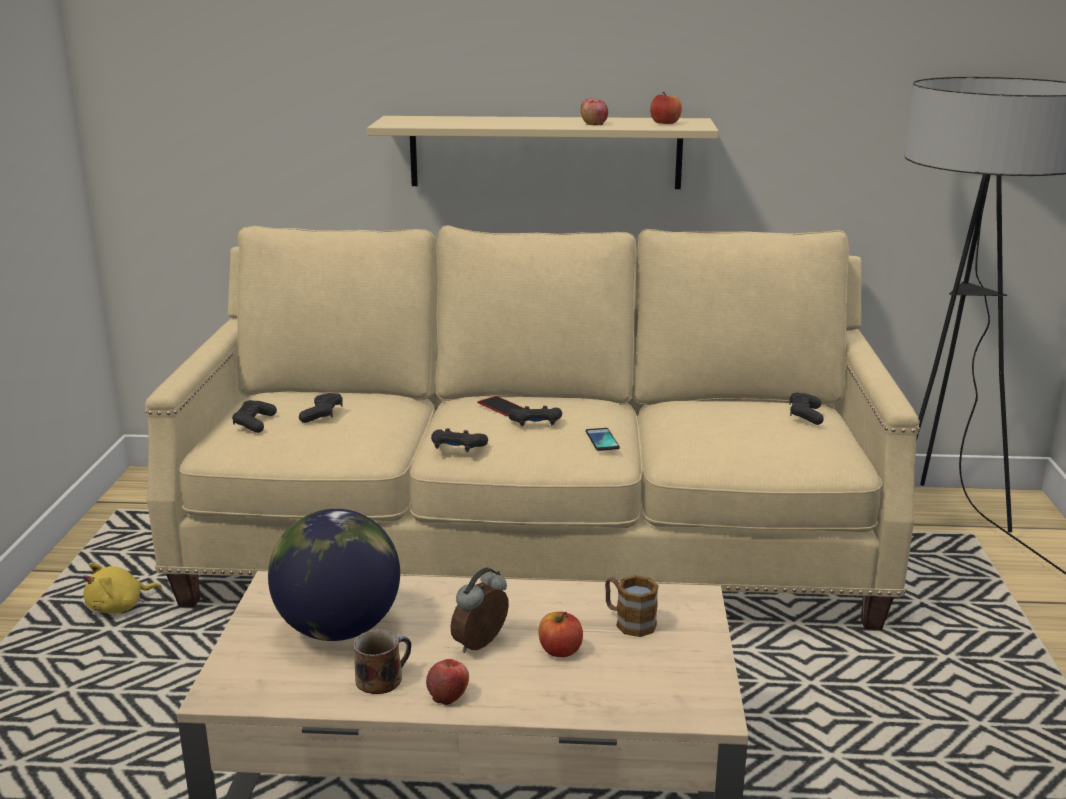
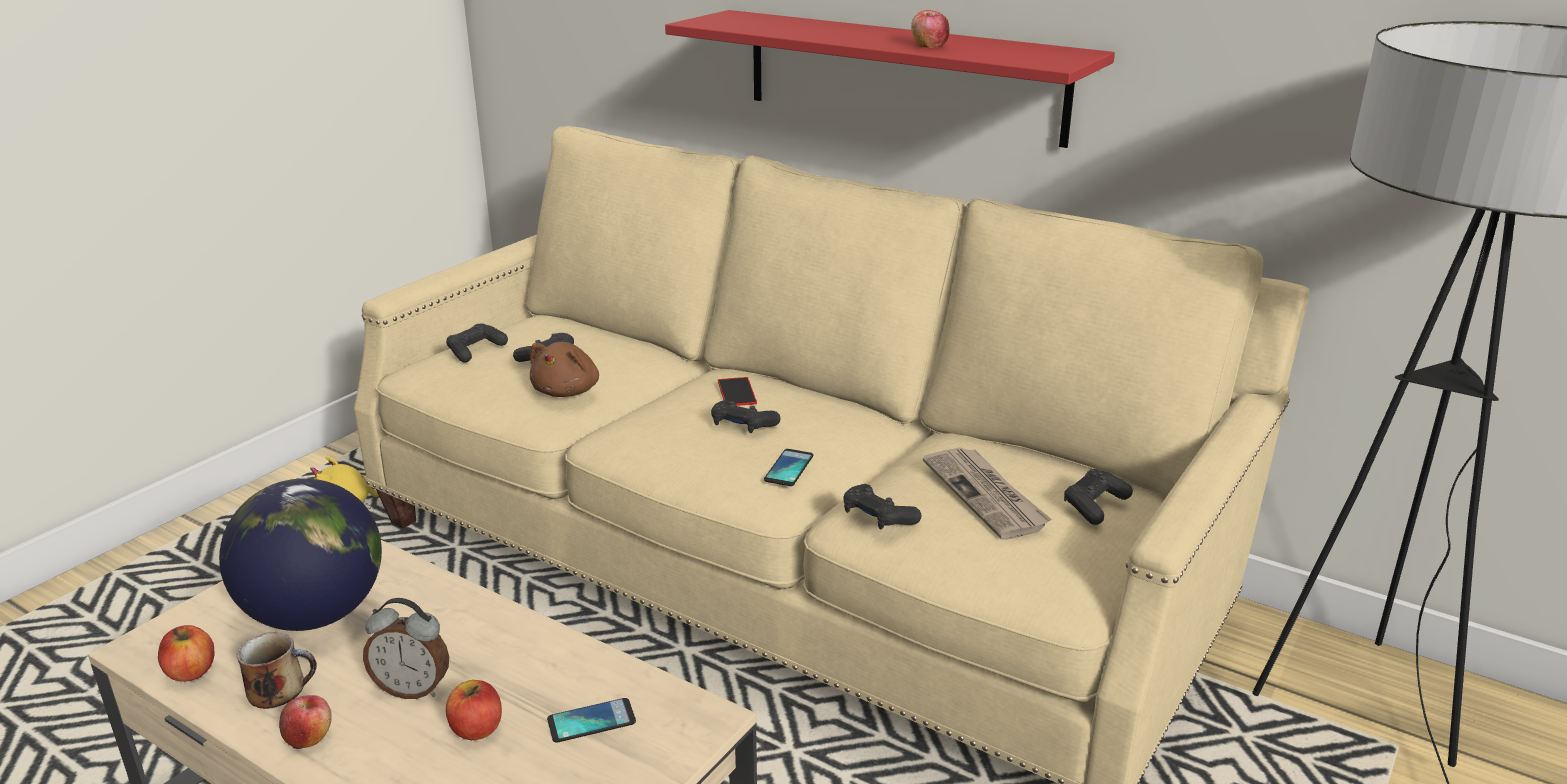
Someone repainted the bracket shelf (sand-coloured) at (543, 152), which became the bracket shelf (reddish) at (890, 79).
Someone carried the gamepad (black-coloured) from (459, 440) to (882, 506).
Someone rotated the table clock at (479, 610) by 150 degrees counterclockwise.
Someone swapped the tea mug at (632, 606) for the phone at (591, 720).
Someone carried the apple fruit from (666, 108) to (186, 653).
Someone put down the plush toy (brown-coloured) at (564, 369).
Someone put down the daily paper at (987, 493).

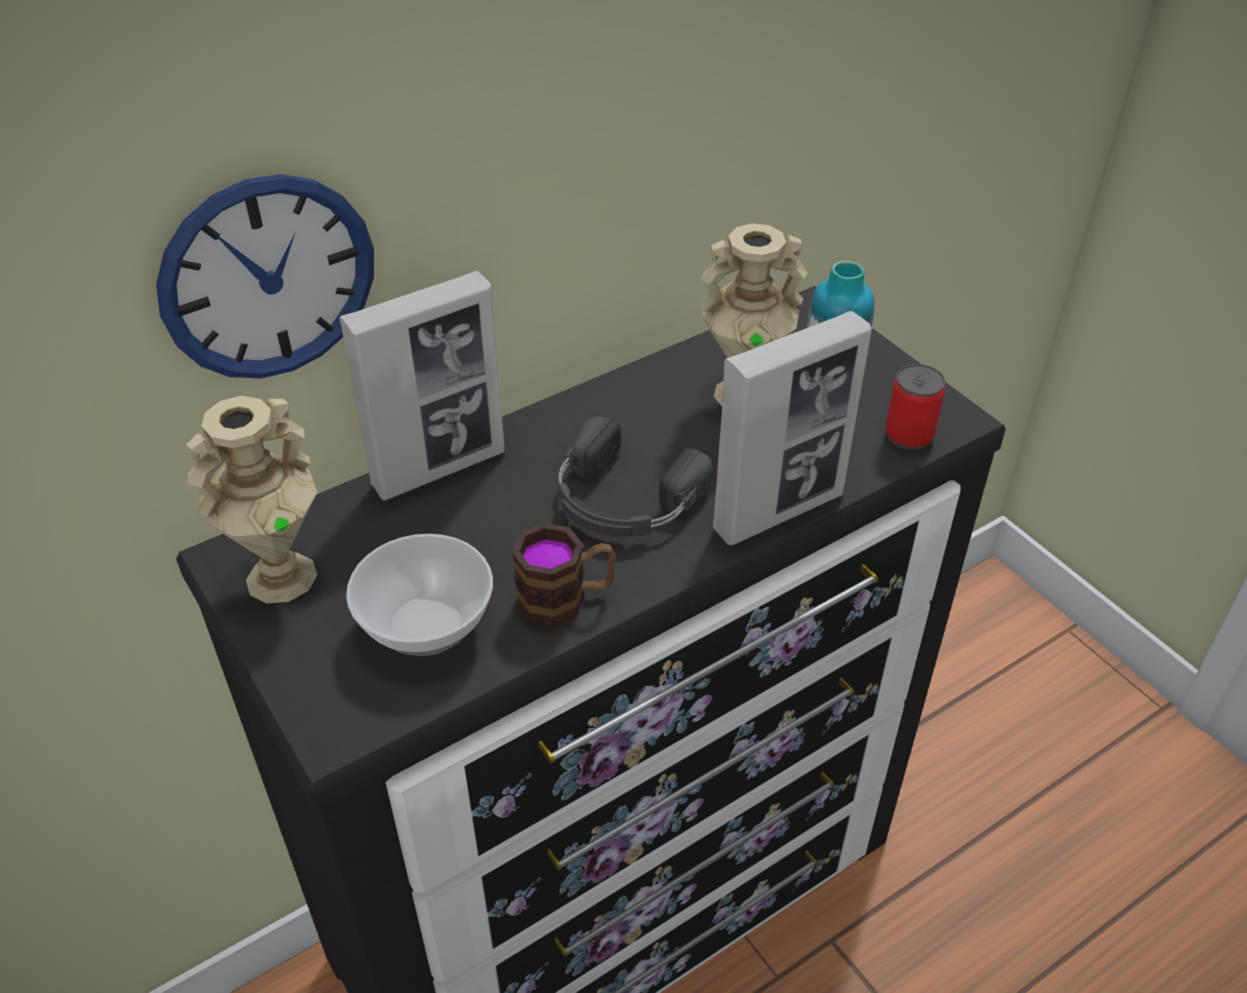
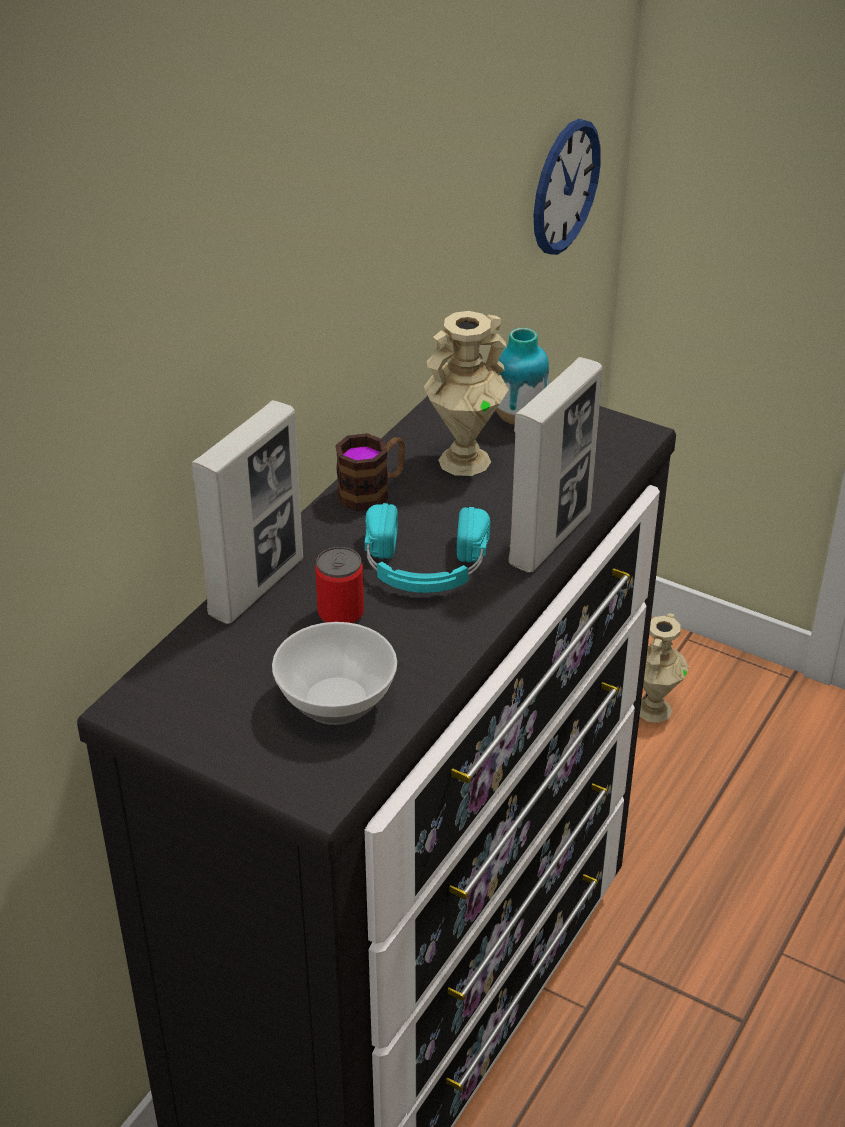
Someone carried the wall clock from (265, 276) to (567, 187).
Someone carried the flower vase (sand-coloured) from (251, 499) to (664, 668).
Someone carried the tea mug from (563, 575) to (370, 472).
Someone repainted the headset (black-coloured) at (635, 476), which became the headset (turquoise-coloured) at (427, 548).
Someone carried the metal can from (915, 407) to (339, 585).

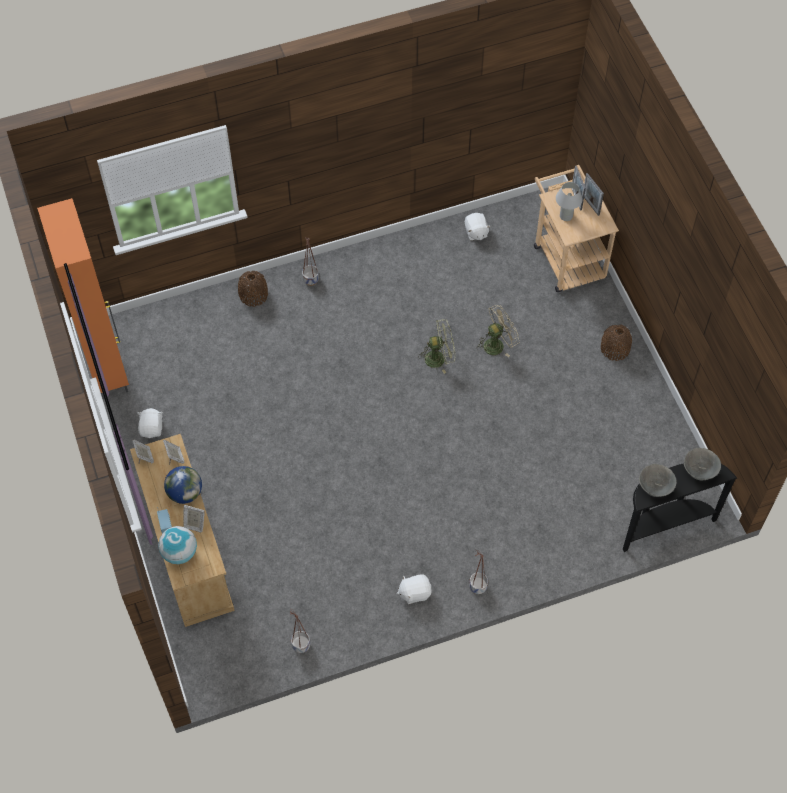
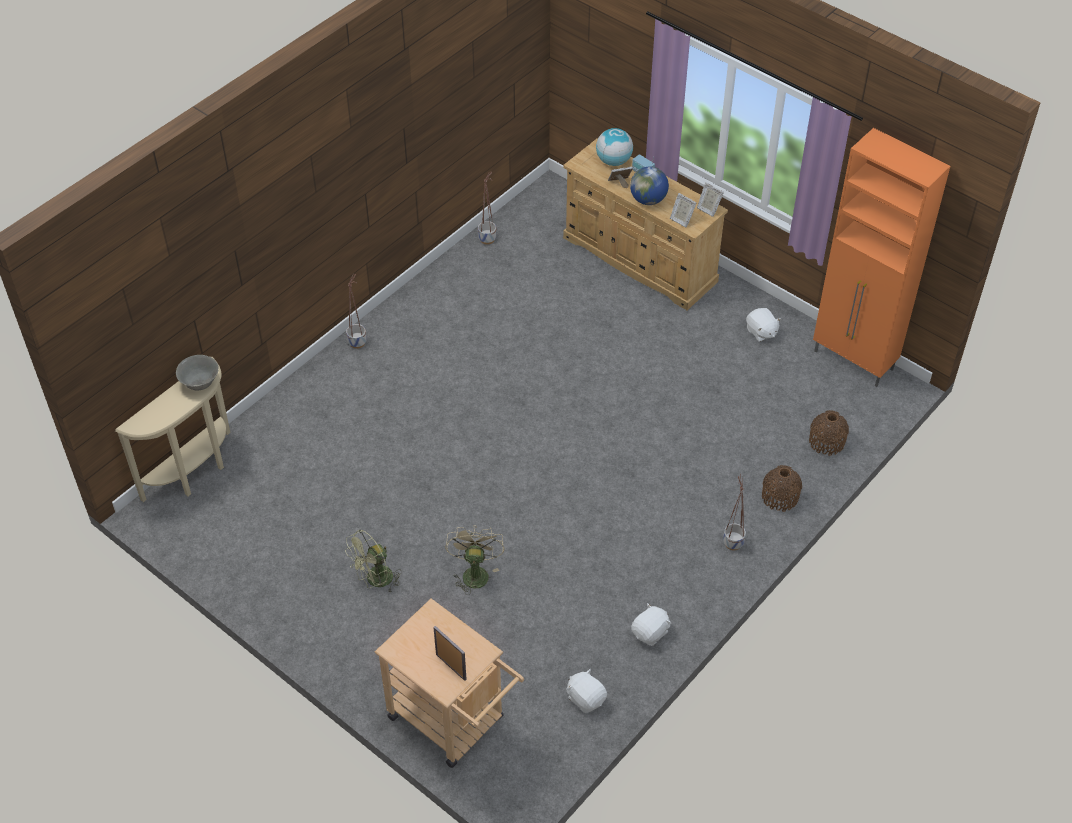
Someone carried the plush toy (white) from (414, 589) to (651, 624).
Someone carried the electric fan (green-coloured) from (436, 346) to (373, 561).
Someone rotated the electric fan (sand-coloured) at (499, 331) by 150 degrees clockwise.
Someone took away the table lamp (white) at (569, 201).
Someone took away the photo frame at (594, 194).
Someone carried the flower vase (brown-coloured) from (616, 343) to (829, 433).
Someone repainted the hall table (black-coloured) at (680, 507), which became the hall table (sand-coloured) at (173, 429).
Someone took away the deep dish (gray) at (702, 464).

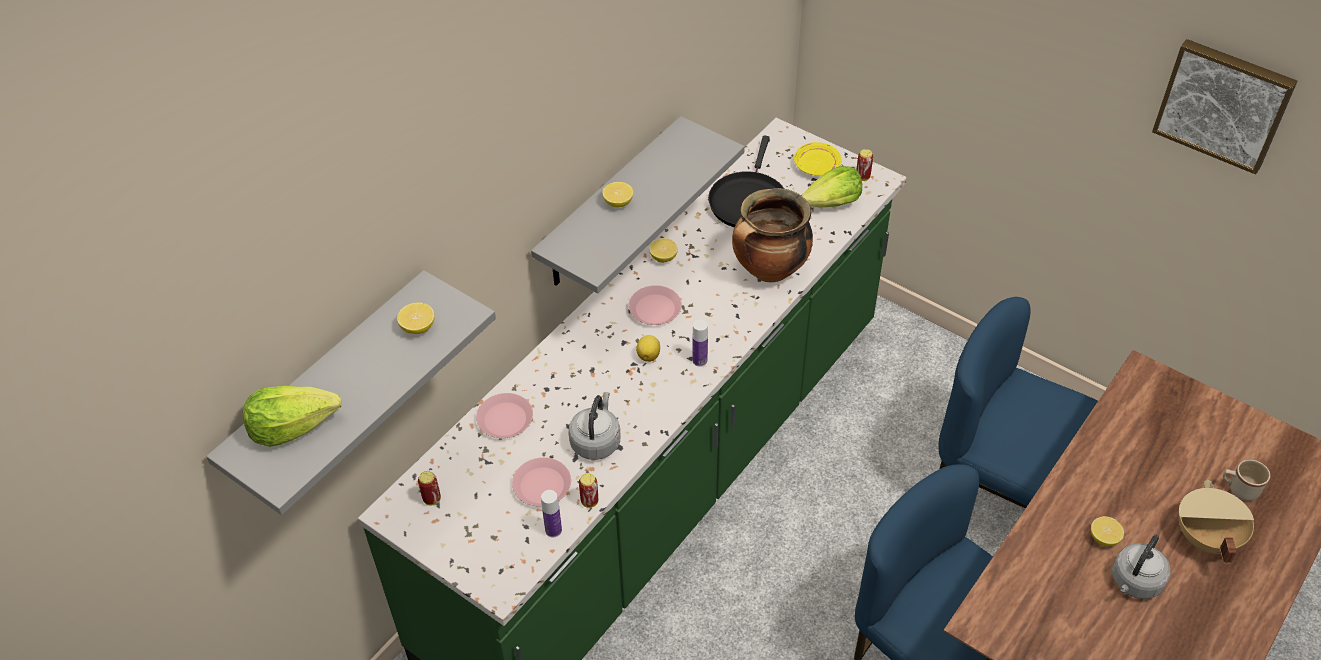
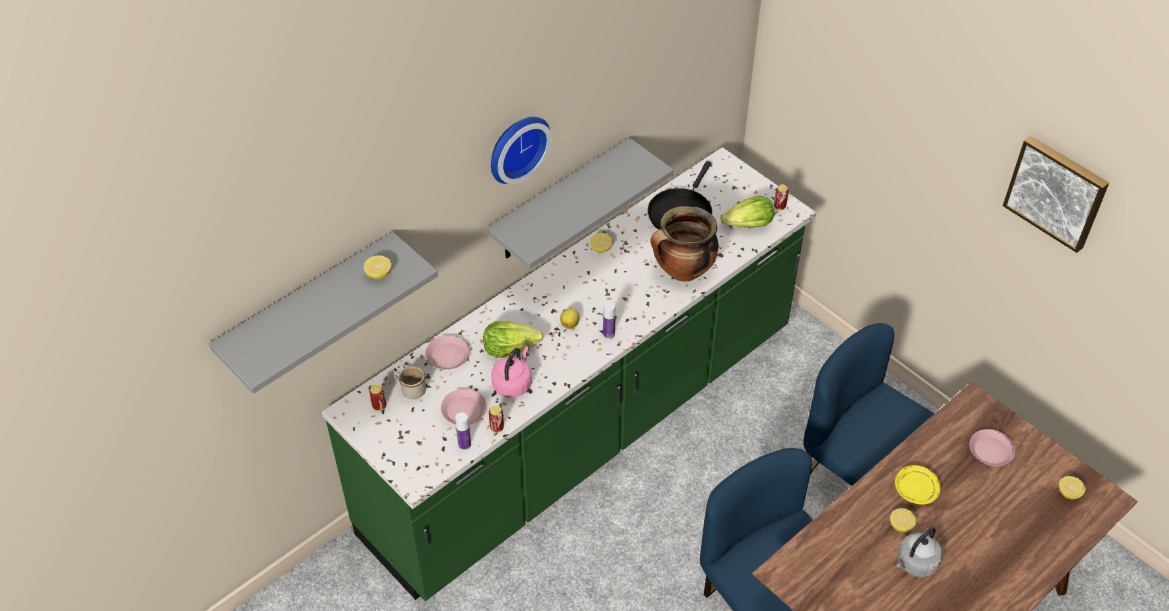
Someone carried the lettuce head from (292, 416) to (513, 339).
Someone repainted the kettle (gray) at (594, 426), which became the kettle (pink-coloured) at (511, 371).
Someone carried the whole lemon from (618, 195) to (1072, 487).
Someone carried the flat dish (pink-coloured) from (655, 305) to (992, 447).
Someone carried the flat dish (yellowish) from (818, 159) to (918, 485).
Someone took away the stockpot (sand-coloured) at (1216, 522).
Someone carried the tea mug (sand-coloured) from (1246, 480) to (410, 382).
Someone put up the wall clock at (521, 150).

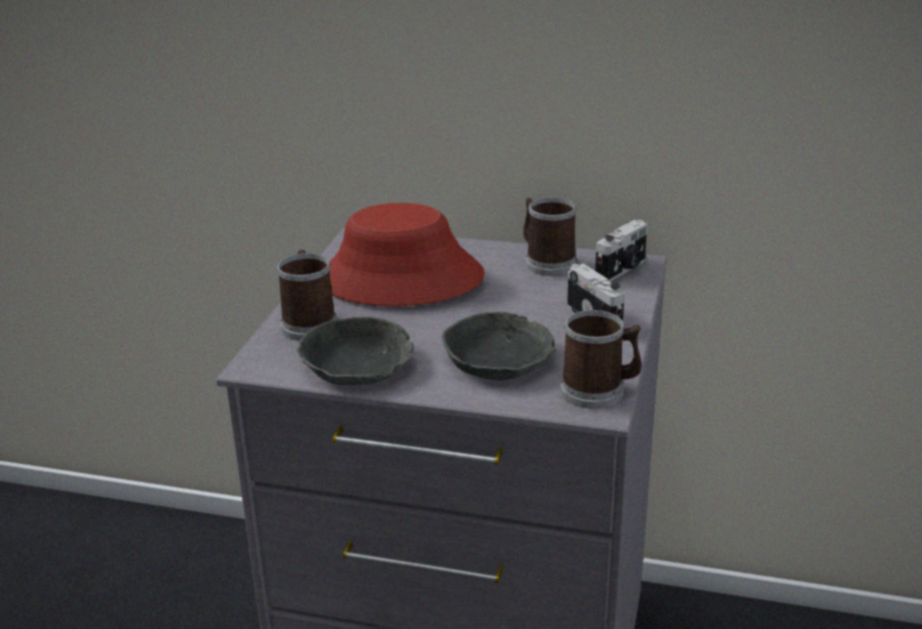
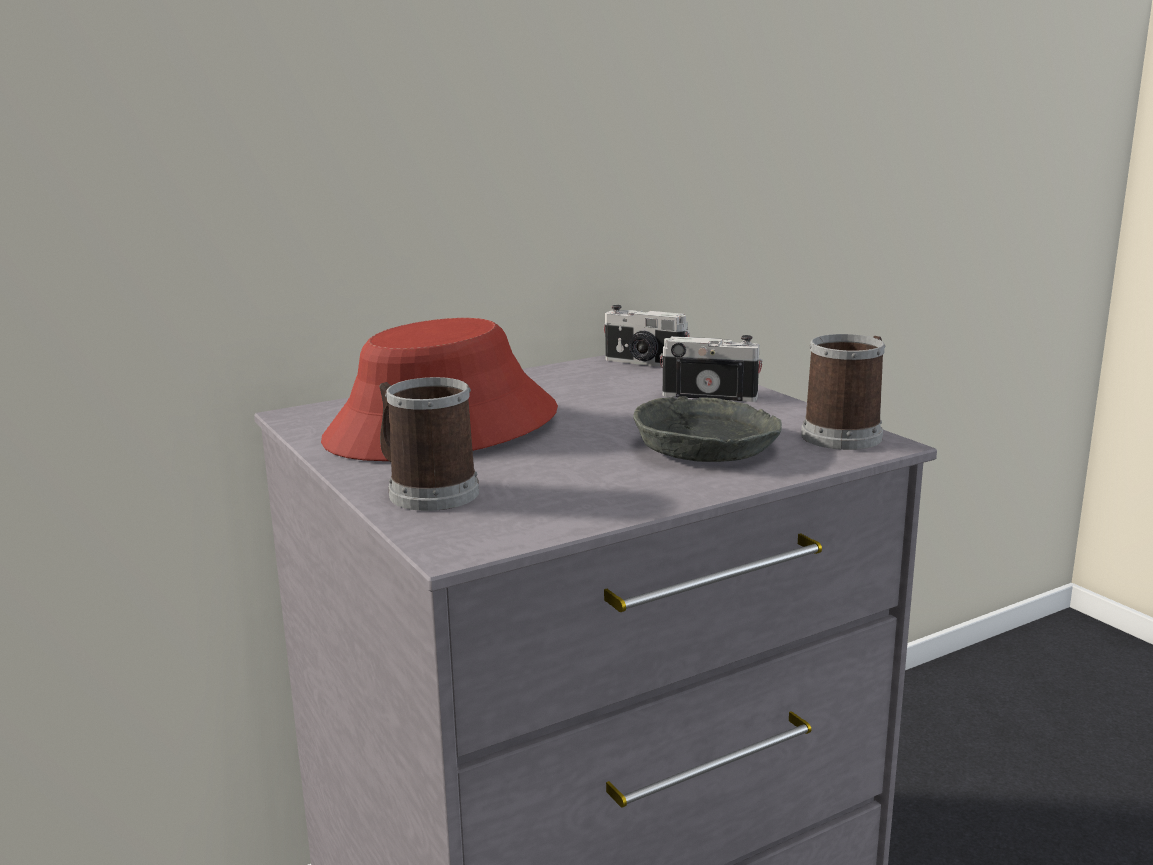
Someone took away the deep dish (gray) at (355, 351).
Someone took away the tea mug at (550, 236).
Someone rotated the still camera at (621, 251) by 120 degrees clockwise.

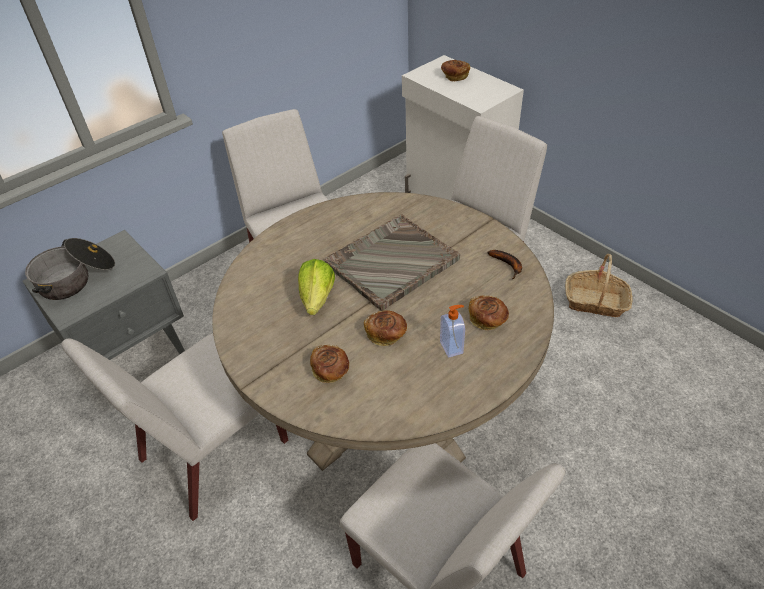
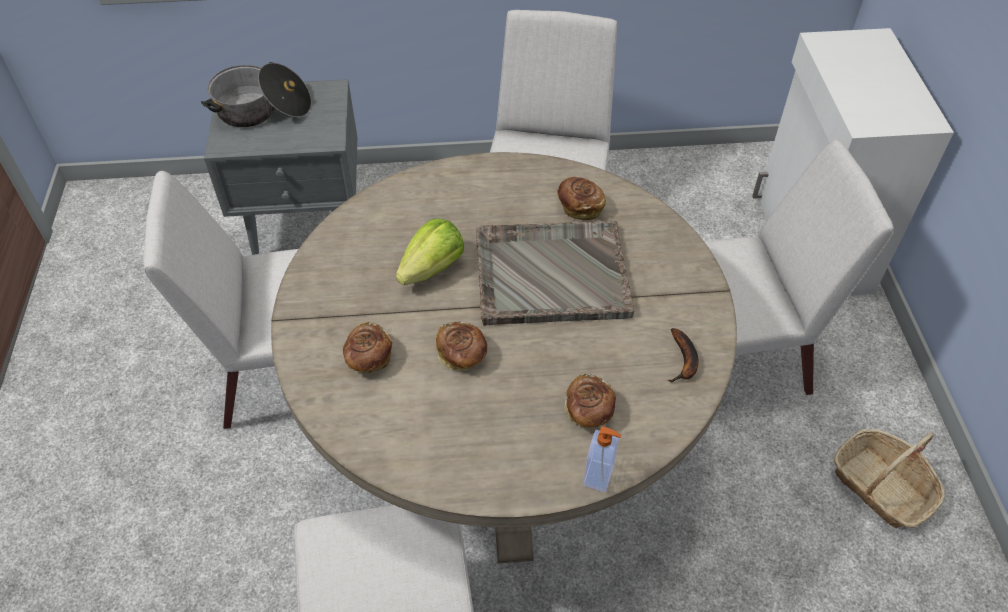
Someone carried the soap bottle from (452, 331) to (602, 459).
Someone carried the baked bread from (455, 70) to (581, 198).

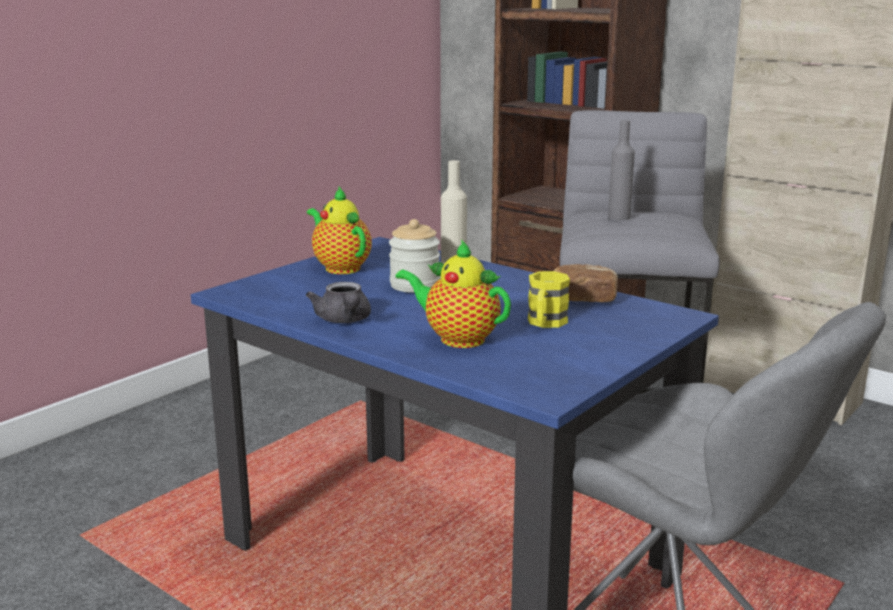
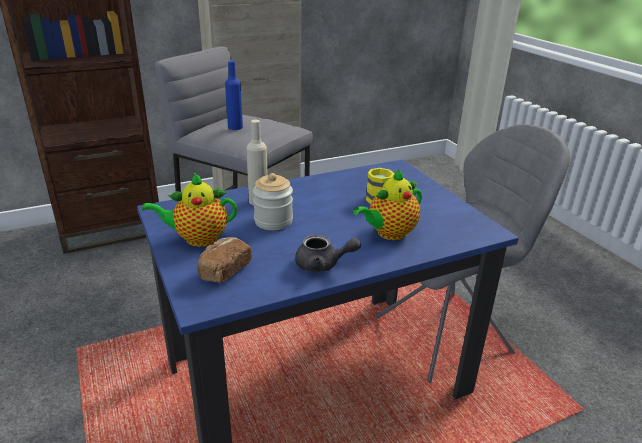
Someone carried the baked bread from (586, 283) to (224, 260).
Someone repainted the bottle (gray) at (621, 170), which became the bottle (blue-coloured) at (234, 95).

